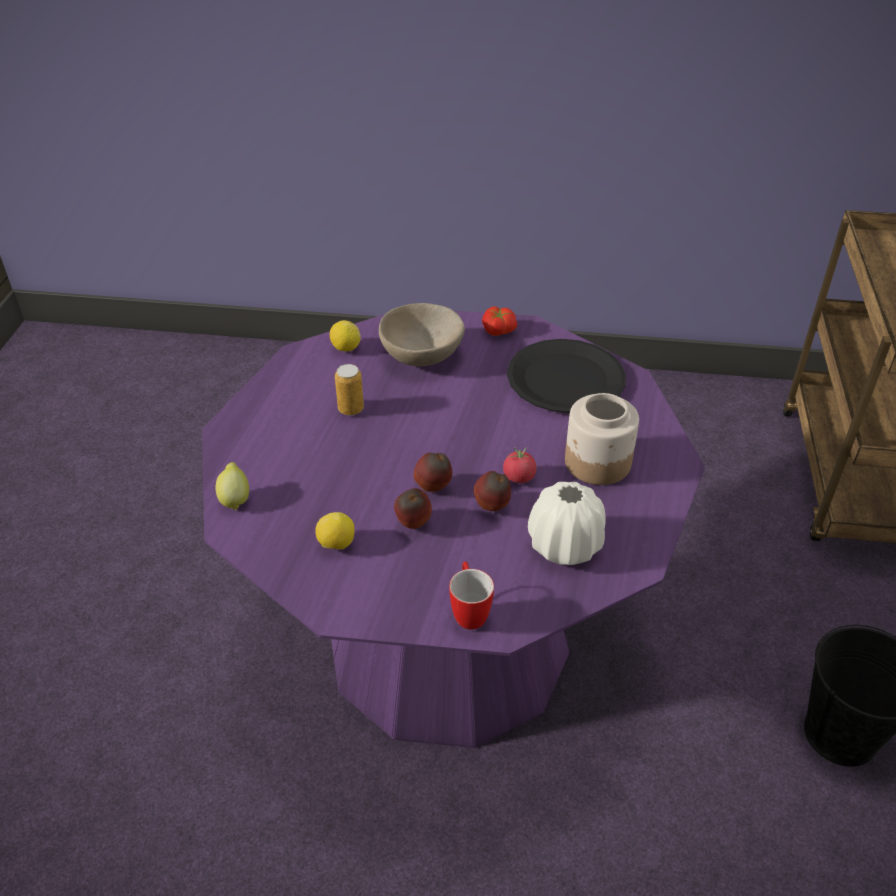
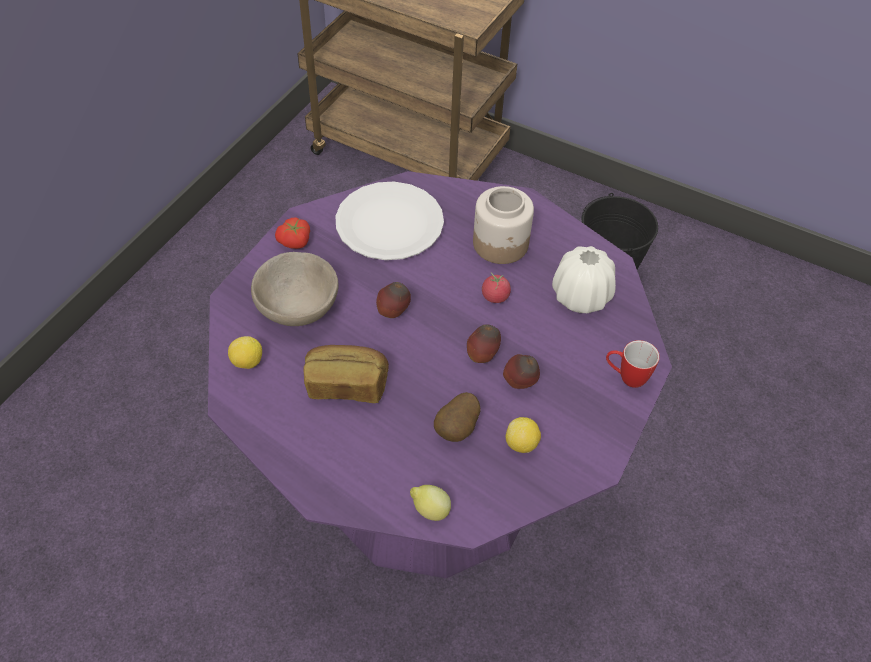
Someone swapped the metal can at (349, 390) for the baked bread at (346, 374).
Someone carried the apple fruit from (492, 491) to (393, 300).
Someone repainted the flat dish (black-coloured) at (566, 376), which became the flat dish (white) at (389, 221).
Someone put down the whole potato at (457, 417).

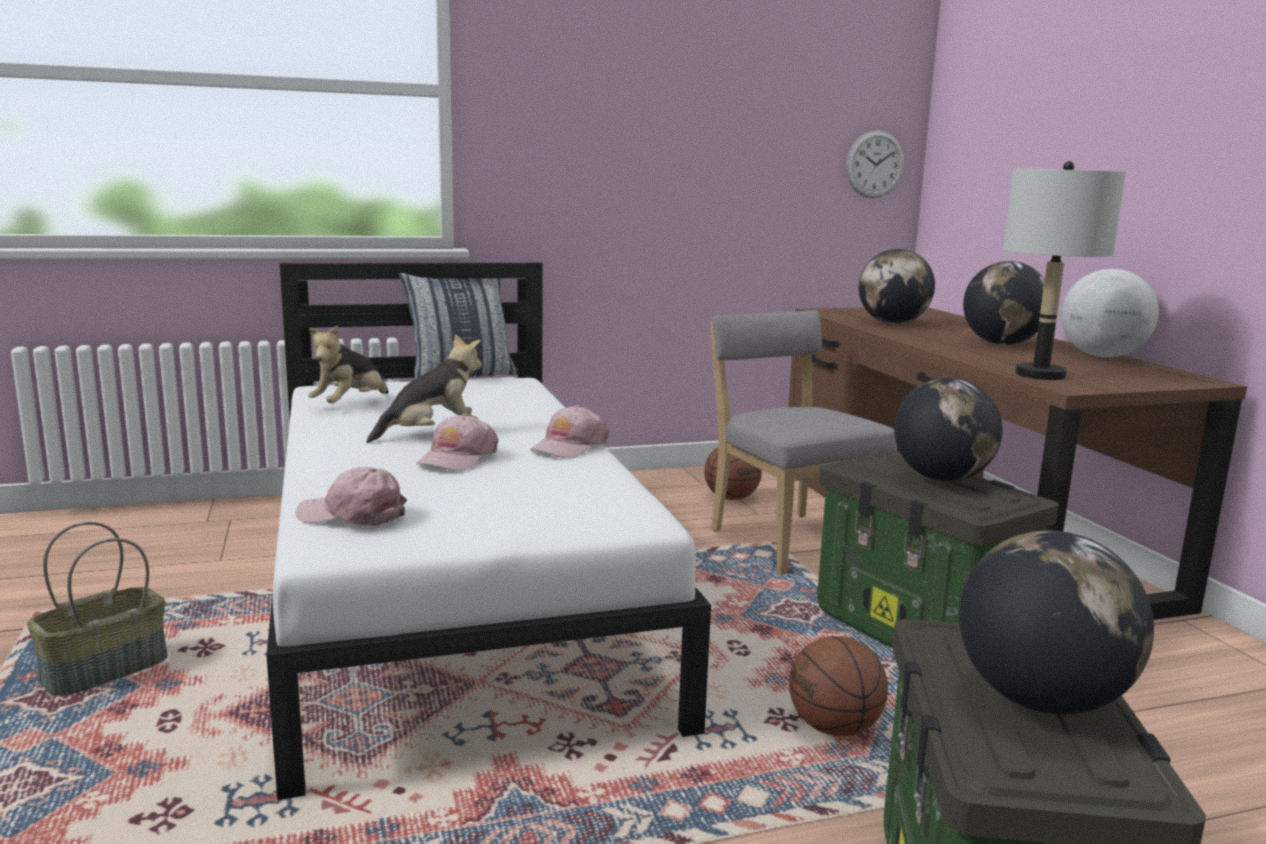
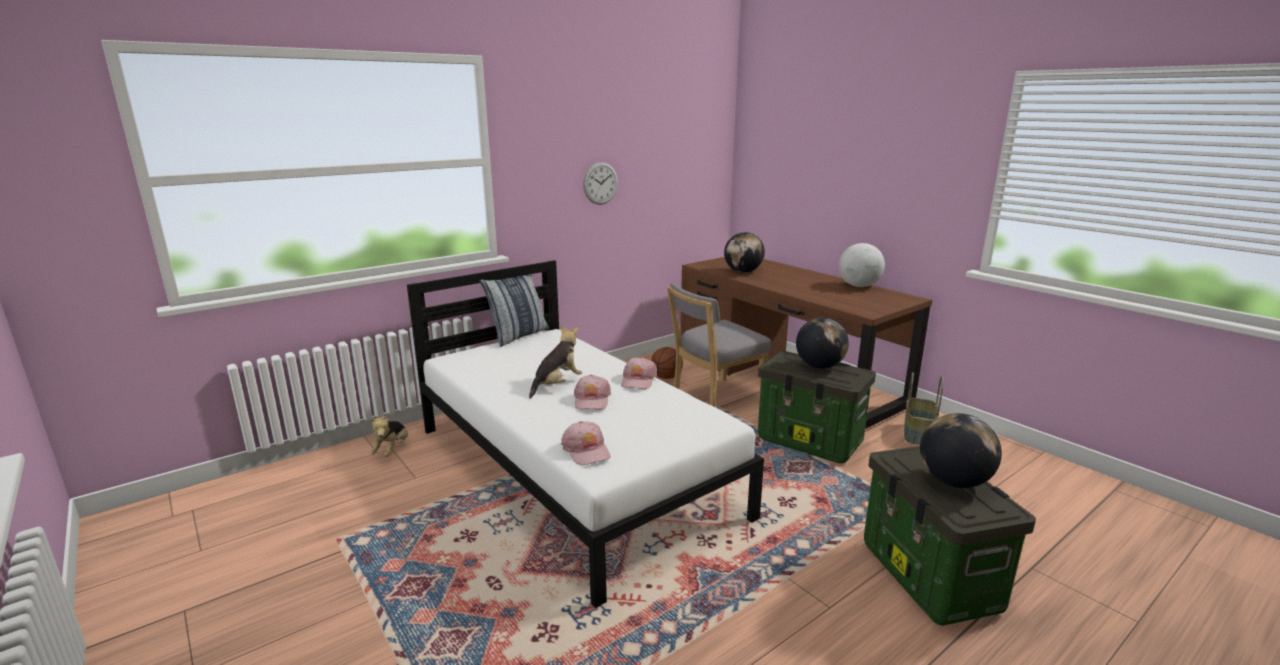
Someone carried the household basket from (97, 609) to (923, 408).
Someone rotated the peaked cap (pink-coloured) at (351, 496) by 105 degrees counterclockwise.
Someone carried the plush toy from (348, 364) to (389, 435).
Someone rotated the plain chair (gray) at (803, 442) by 75 degrees counterclockwise.
Someone took away the basketball at (838, 686).
Someone carried the wall clock from (875, 164) to (600, 183).
Someone took away the world globe at (1004, 303).
Someone took away the table lamp (gray) at (1064, 270).

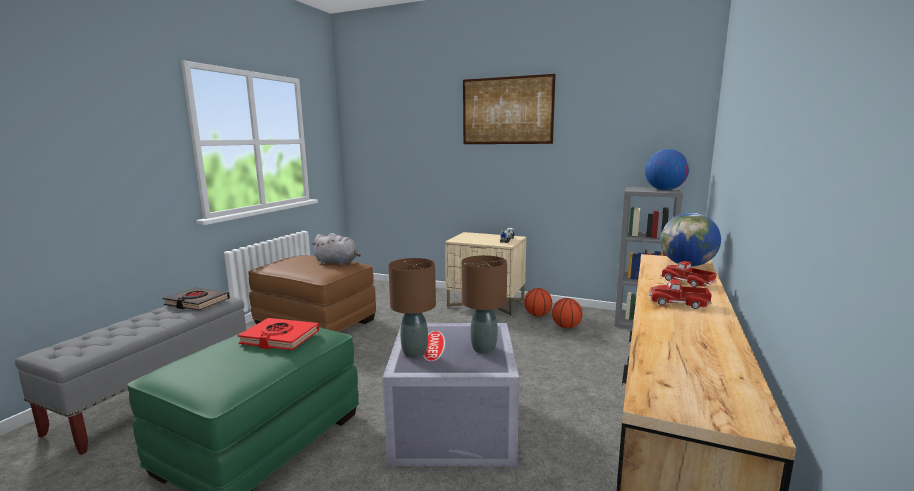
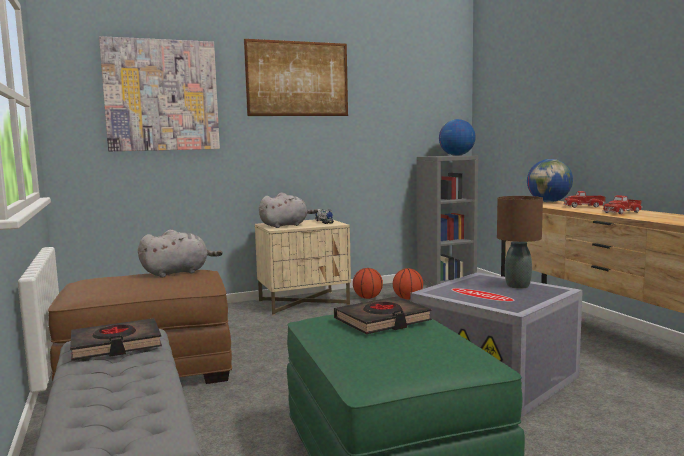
Someone repainted the volume (reddish) at (278, 334), which became the volume (black-coloured) at (383, 315).
Someone took away the table lamp (brown-coloured) at (412, 308).
Someone put up the wall art at (159, 93).
Someone put down the plush toy (gray) at (288, 210).

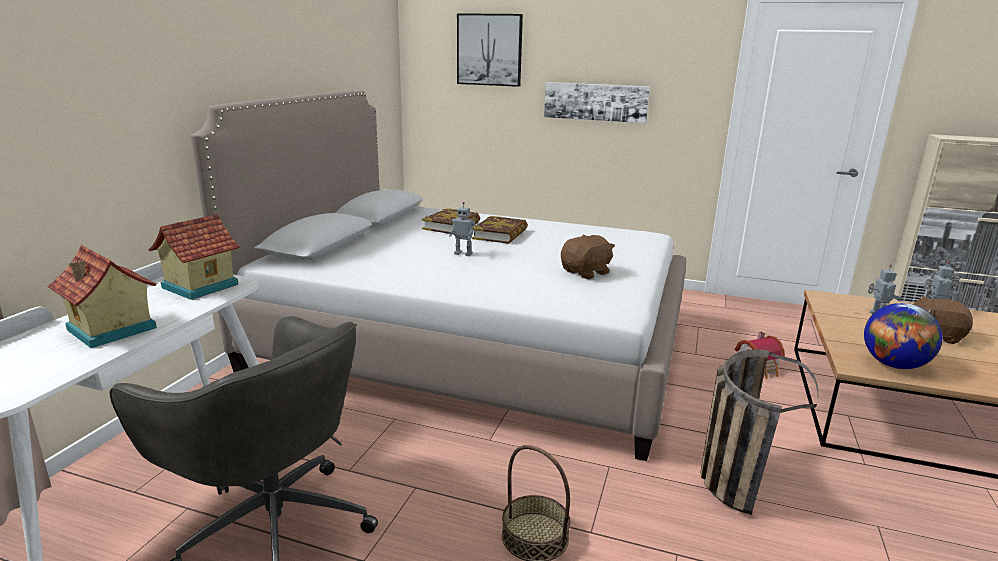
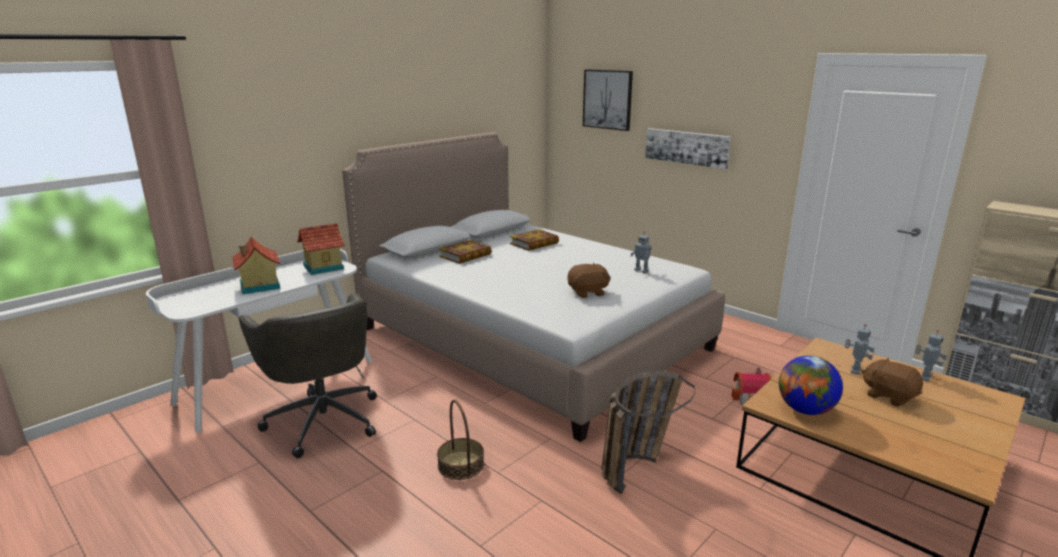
Someone carried the toy robot from (462, 229) to (641, 252).
Someone carried the volume from (500, 230) to (465, 252).

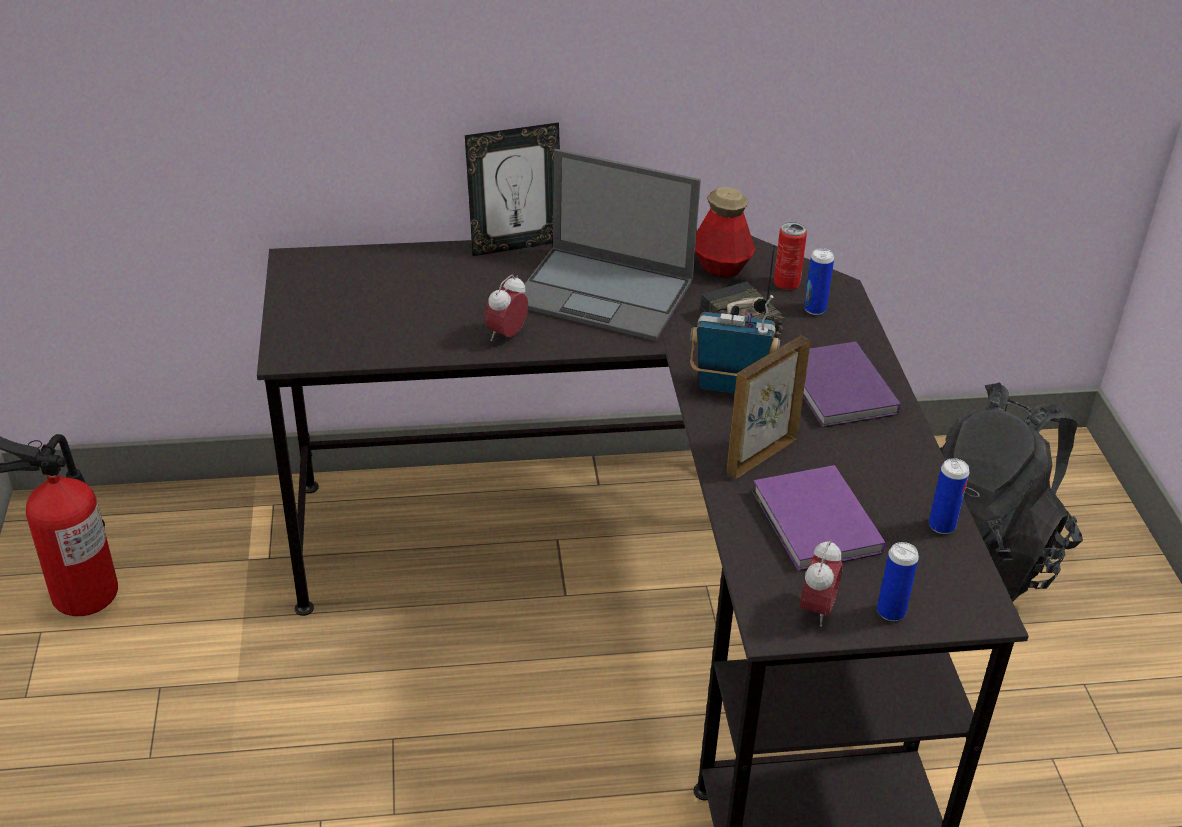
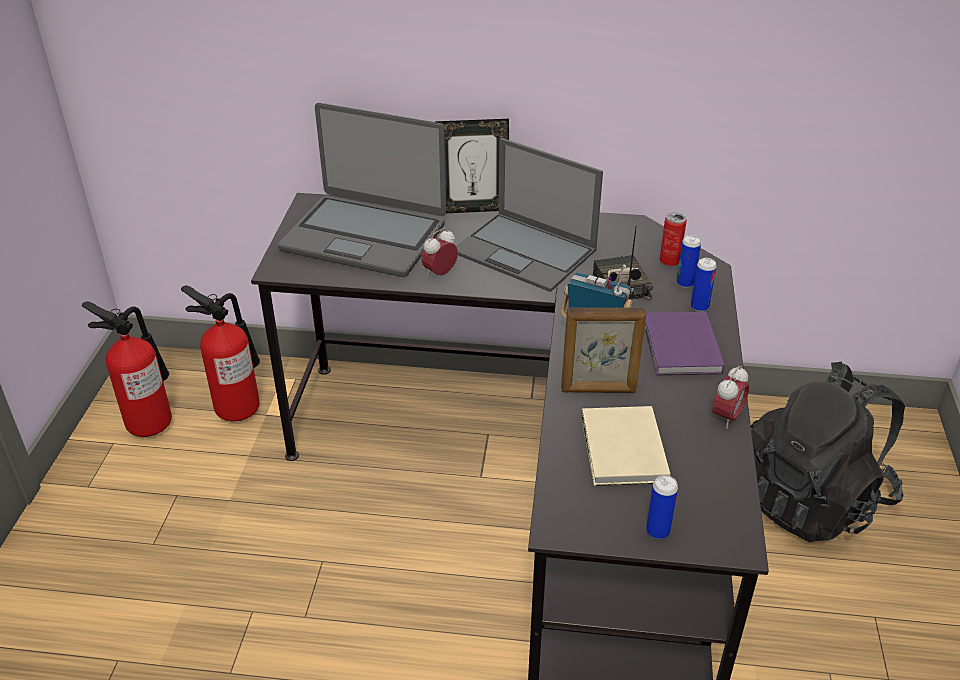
Someone took away the bottle at (725, 232).
Someone rotated the photo frame at (768, 407) by 150 degrees counterclockwise.
Someone repainted the volume (purple-coloured) at (818, 518), which became the volume (sand-coloured) at (626, 446).
Someone carried the table clock from (821, 583) to (730, 397).
Someone carried the metal can from (949, 496) to (704, 285).
Someone put down the fire extinguisher at (220, 353).
Someone put down the laptop at (362, 190).

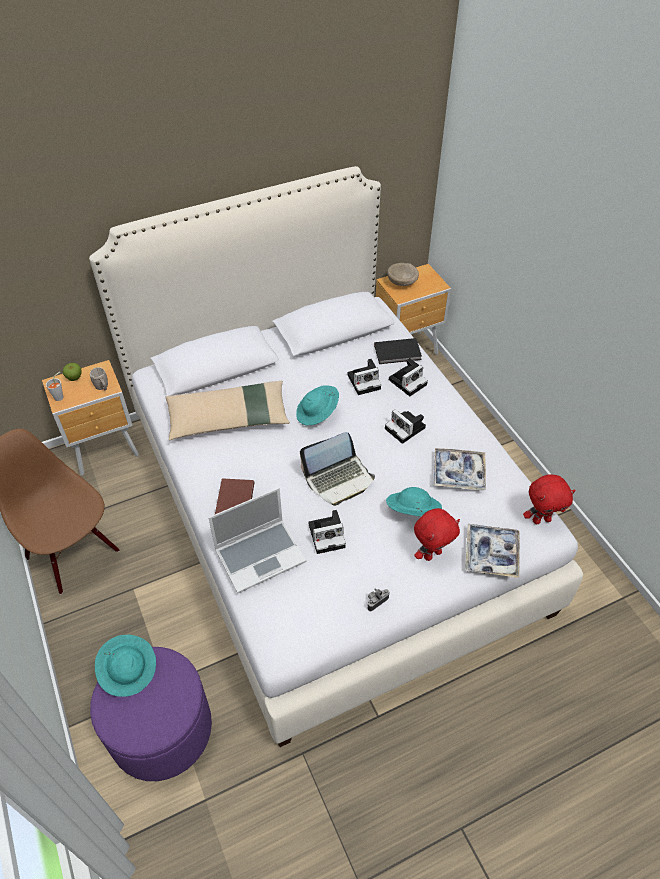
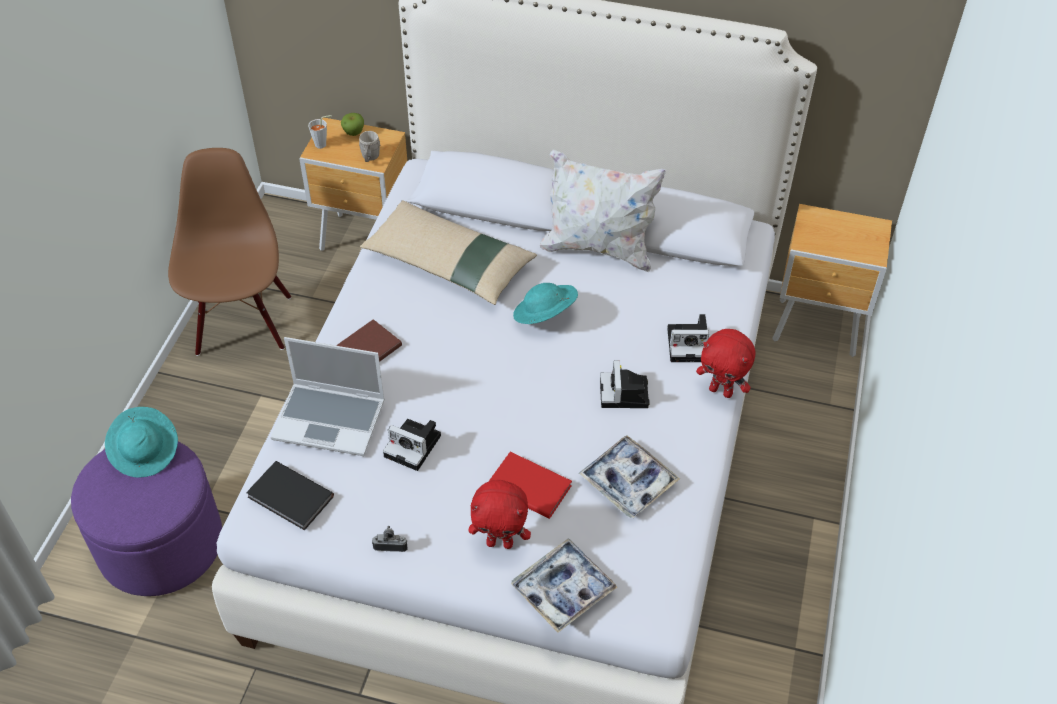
Someone took away the laptop at (337, 469).
Someone took away the still camera at (364, 377).
Someone carried the volume (black-coloured) from (398, 351) to (290, 496).
Someone swapped the wearable hat (turquoise-coloured) at (414, 501) for the volume (reddish) at (530, 485).
Someone took away the deep dish (sand-coloured) at (403, 274).
Someone carried the plush toy (reddish) from (549, 499) to (726, 363).
Someone put down the cushion (white) at (603, 210).

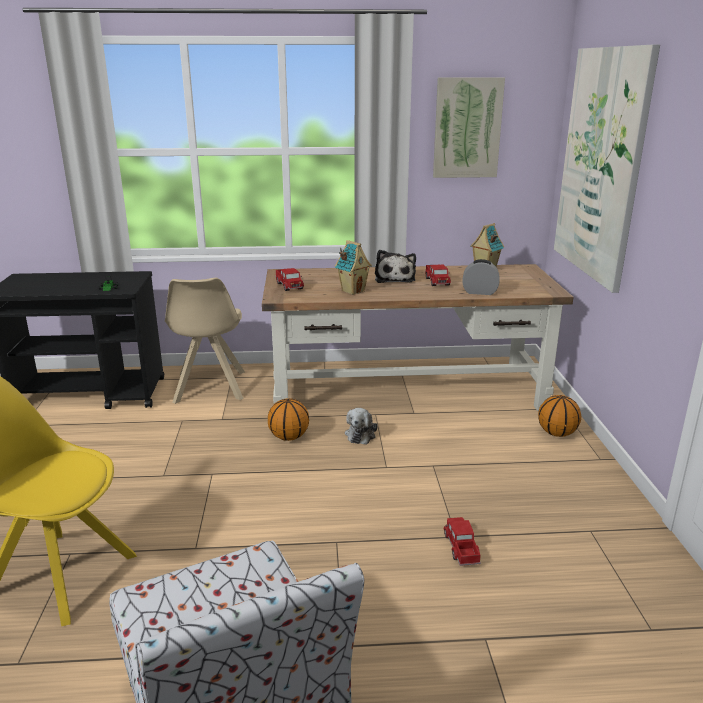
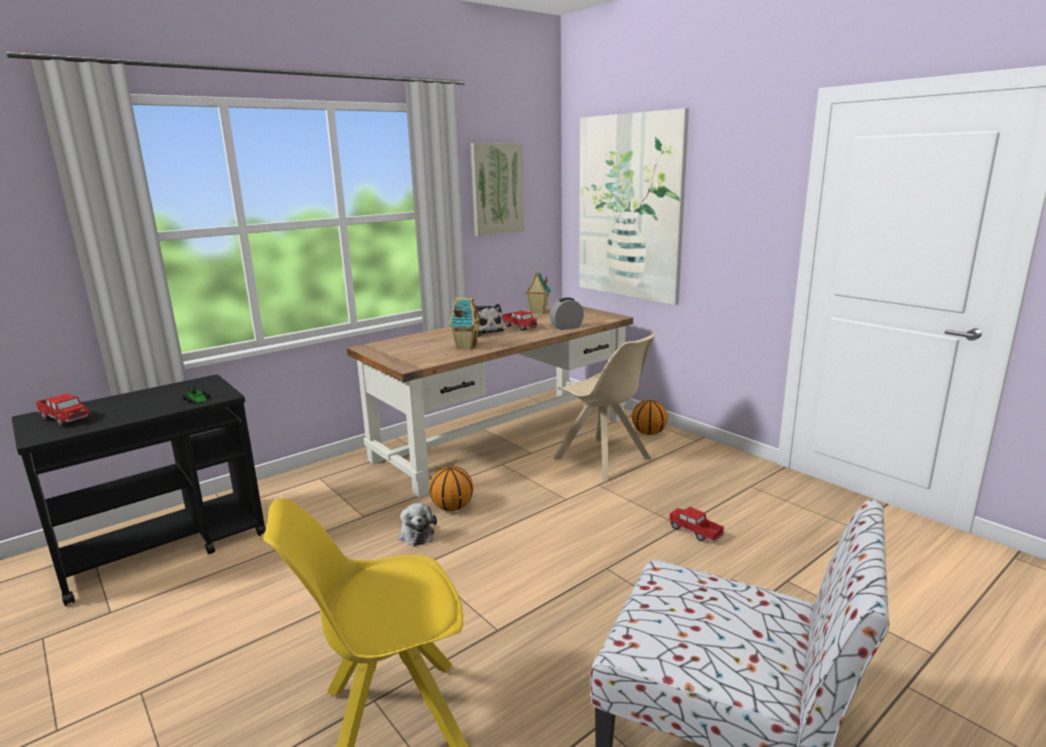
Someone carried the plain chair (sand-coloured) from (205, 341) to (605, 407).
Someone carried the toy truck from (289, 279) to (63, 410).
Someone carried the plush toy from (361, 426) to (417, 524).

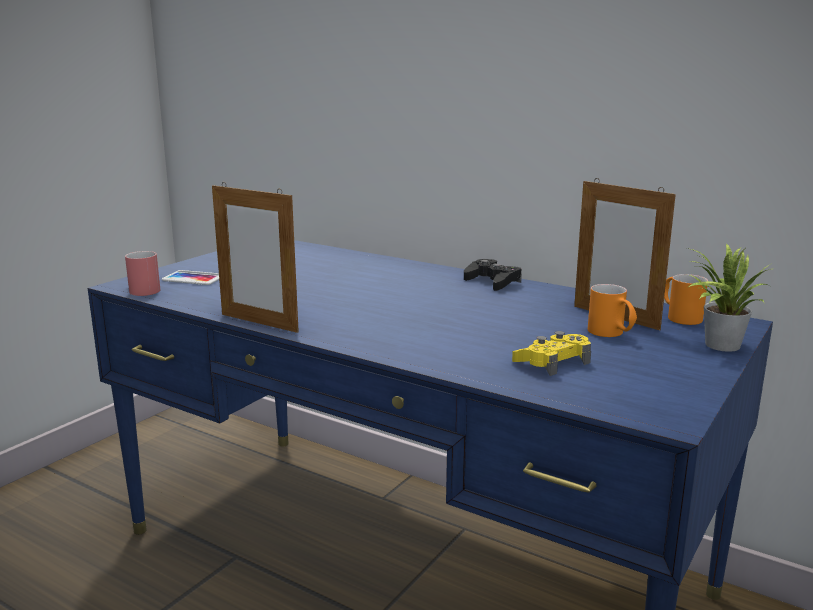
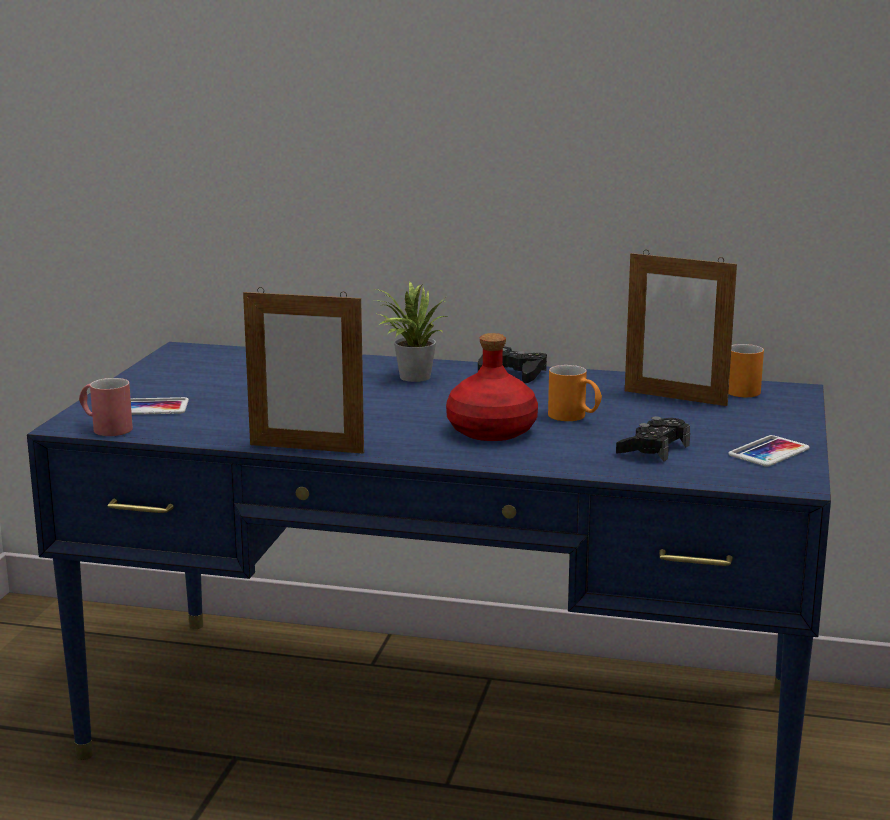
Someone repainted the gamepad (yellowish) at (551, 353), which became the gamepad (black-coloured) at (653, 439).
Someone carried the tea mug (orange-coloured) from (612, 310) to (575, 393).
Someone carried the potted plant from (729, 298) to (411, 332).
Someone put down the bottle (reddish) at (492, 387).
Someone put down the phone at (769, 451).

